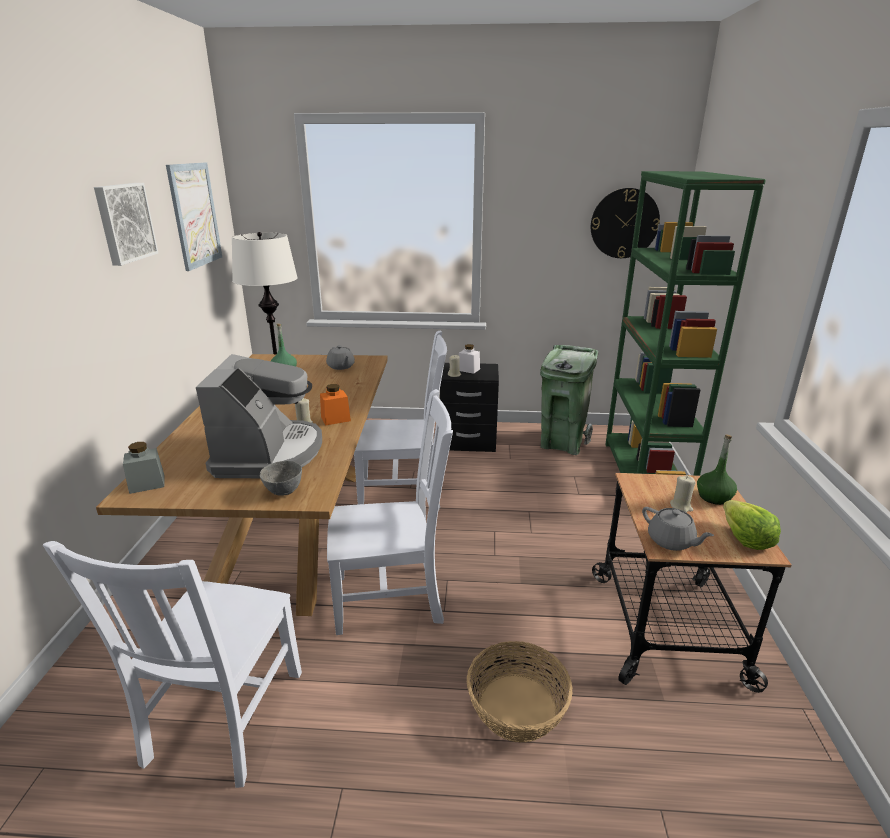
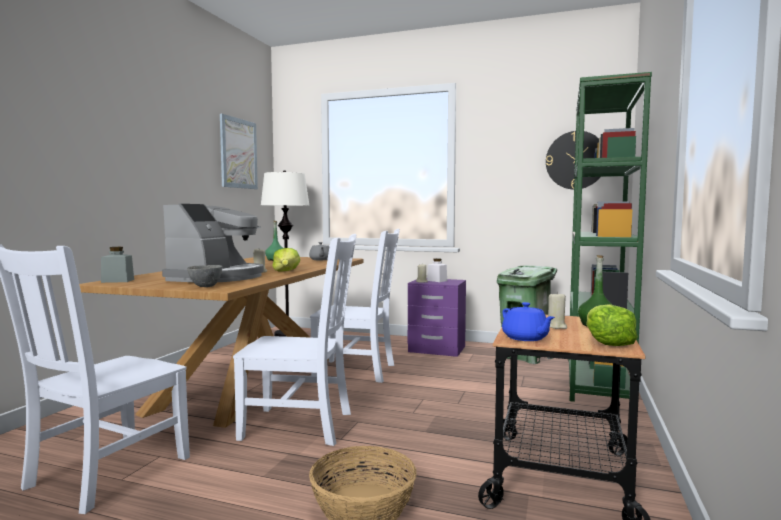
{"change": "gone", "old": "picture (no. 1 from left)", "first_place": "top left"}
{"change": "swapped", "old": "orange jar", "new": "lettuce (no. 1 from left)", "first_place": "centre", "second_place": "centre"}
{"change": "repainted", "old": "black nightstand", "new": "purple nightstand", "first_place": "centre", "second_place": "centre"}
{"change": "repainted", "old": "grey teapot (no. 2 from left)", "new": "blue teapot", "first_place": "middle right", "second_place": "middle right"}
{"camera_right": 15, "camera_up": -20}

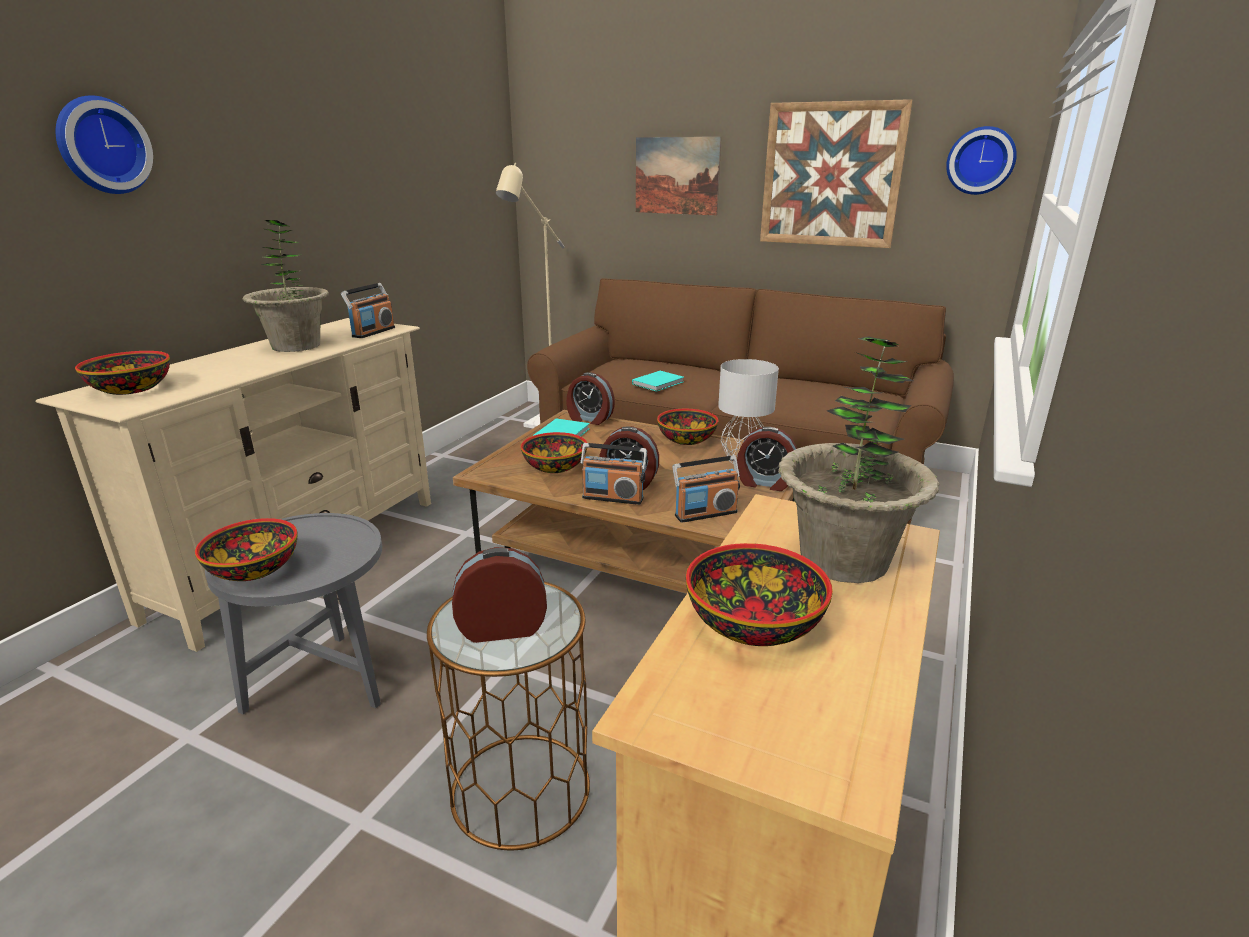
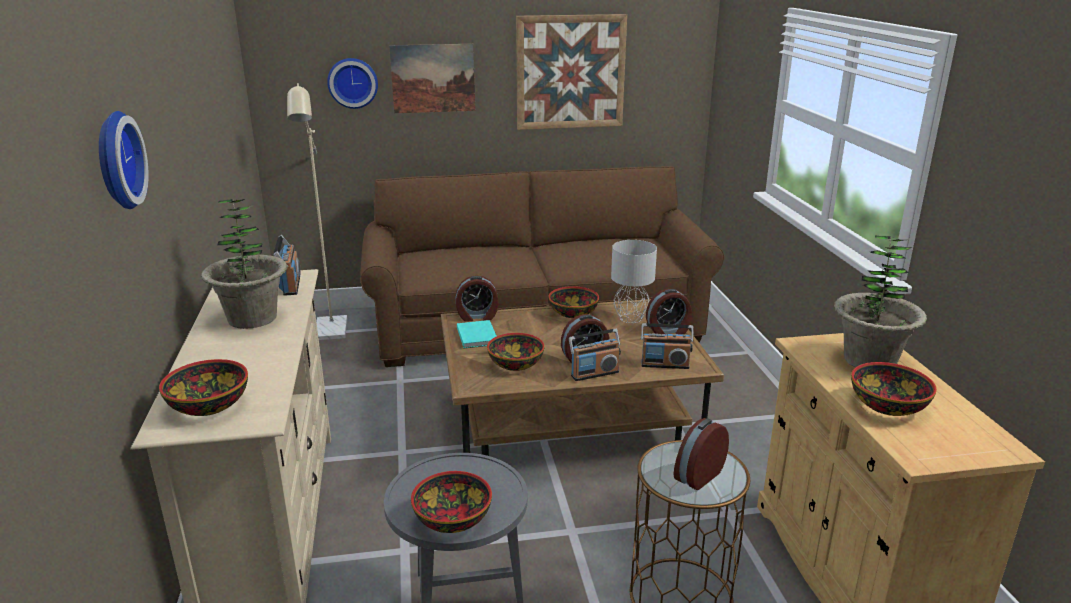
{"change": "gone", "old": "turquoise book (no. 2 from left)", "first_place": "centre"}
{"change": "shifted", "old": "wall clock (no. 2 from left)", "first_place": "top right", "second_place": "top left"}
{"change": "rotated", "old": "radio (no. 3 from left)", "first_place": "centre", "second_place": "centre", "degrees": 60}
{"camera_right": -35, "camera_up": 0}

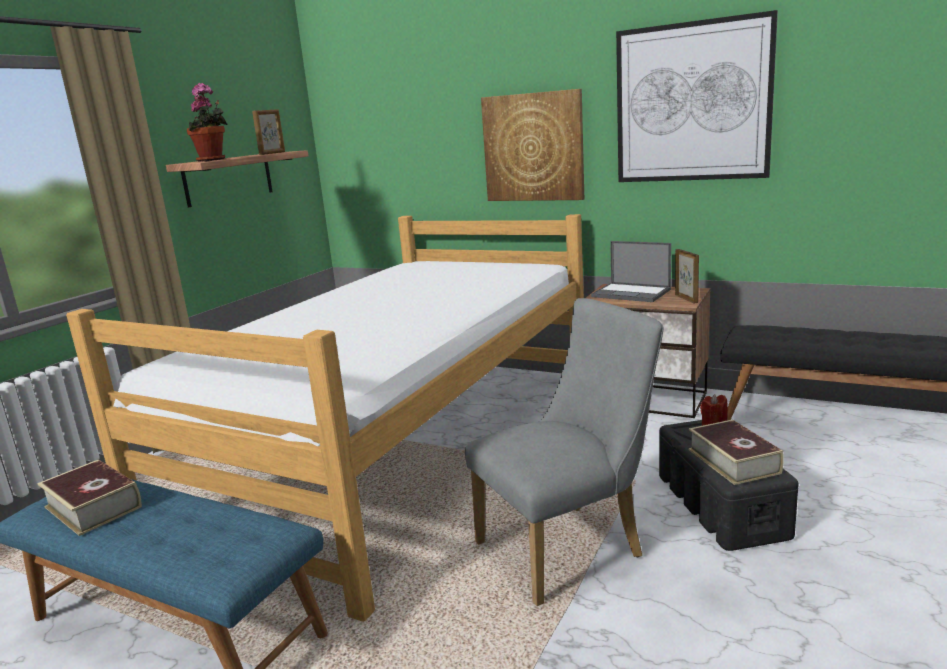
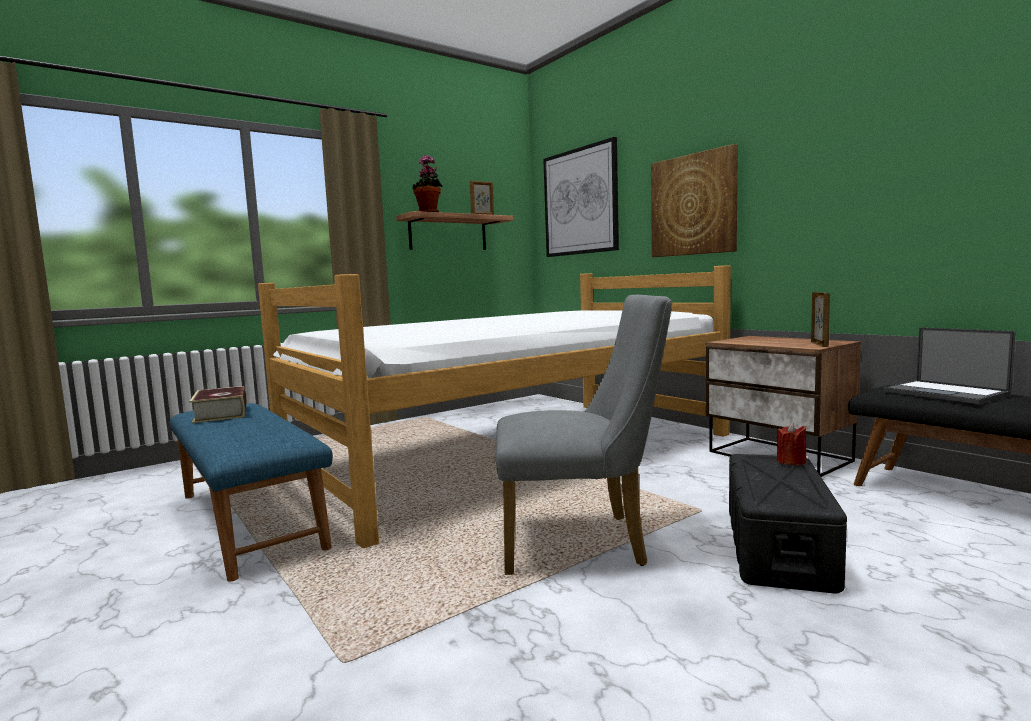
{"change": "gone", "old": "book (no. 2 from left)", "first_place": "bottom right"}
{"change": "shifted", "old": "laptop", "first_place": "centre", "second_place": "middle right"}
{"change": "shifted", "old": "picture (no. 2 from left in the first image)", "new": "picture (no. 1 from left)", "first_place": "top right", "second_place": "top centre"}
{"camera_right": 25, "camera_up": -10}

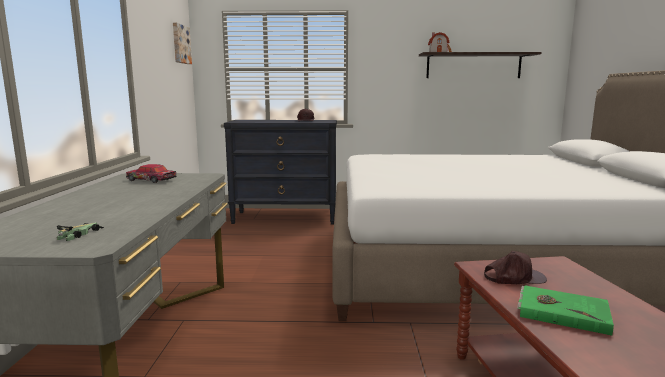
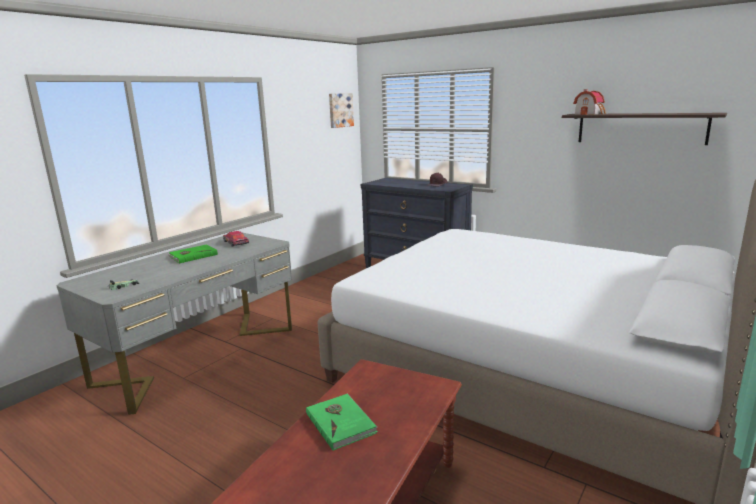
{"change": "gone", "old": "brown cap (no. 2 from left)", "first_place": "bottom right"}
{"change": "new", "new": "green book (no. 1 from left)", "second_place": "middle left"}
{"camera_right": 35, "camera_up": 5}

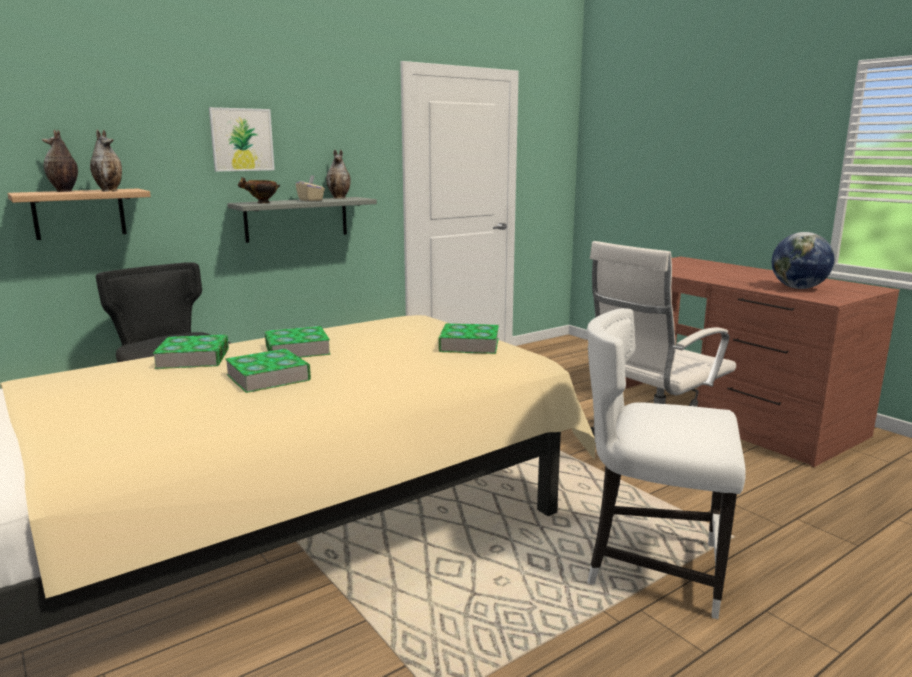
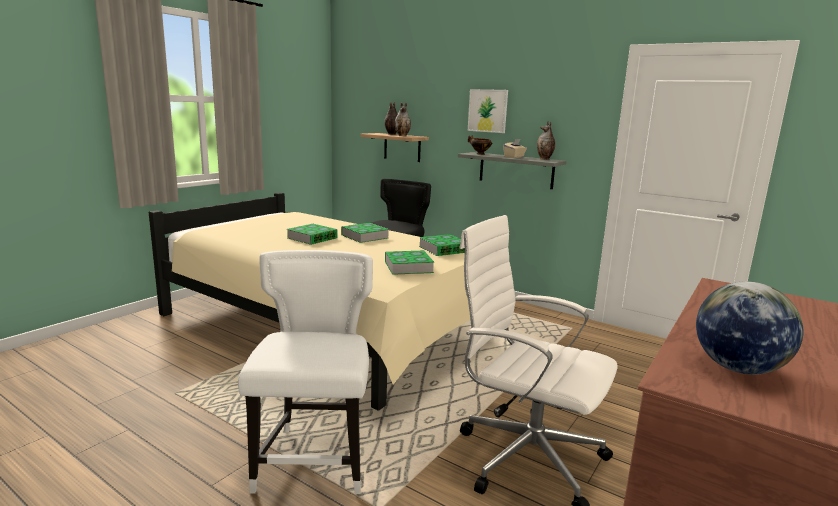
{"change": "shifted", "old": "book (no. 1 from left in the first image)", "new": "book (no. 4 from left)", "first_place": "middle left", "second_place": "centre"}
{"camera_right": 70, "camera_up": 0}

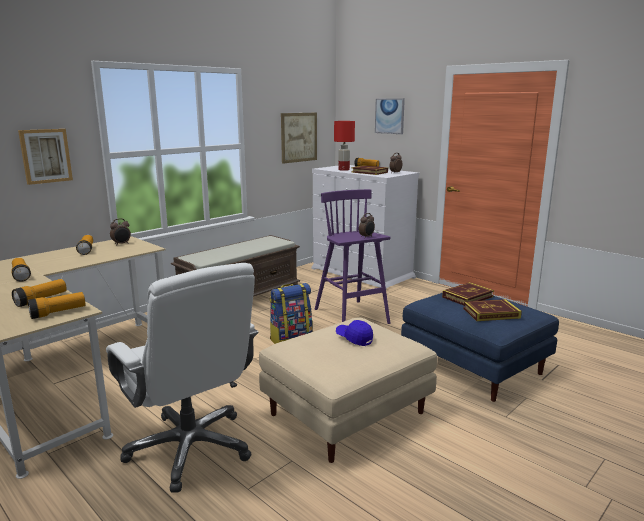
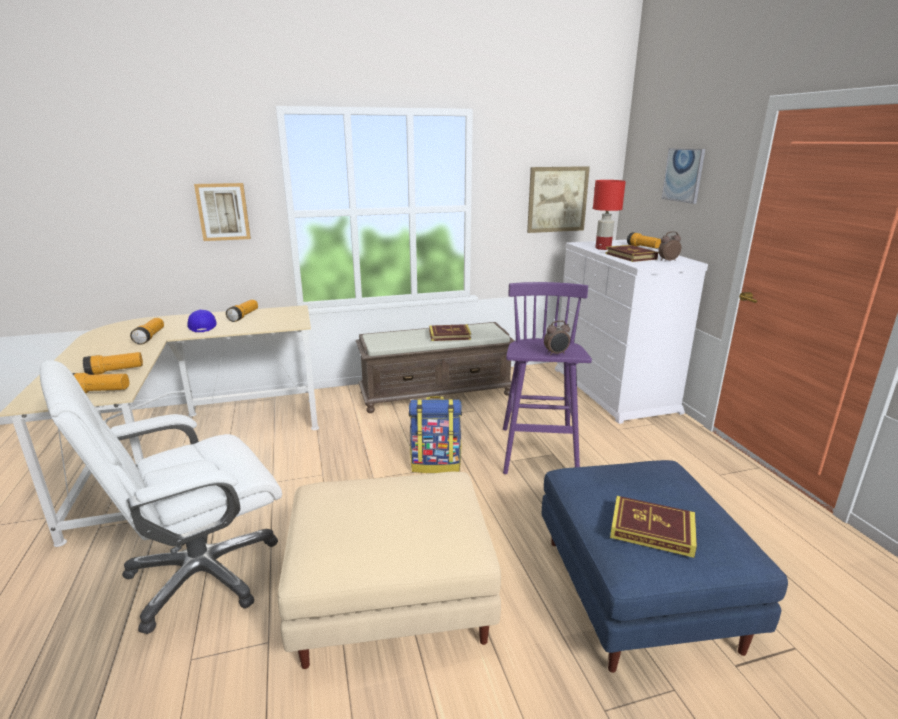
{"change": "gone", "old": "alarm clock (no. 1 from left)", "first_place": "middle left"}
{"change": "shifted", "old": "blue cap", "first_place": "centre", "second_place": "middle left"}
{"change": "shifted", "old": "book (no. 2 from left in the first image)", "new": "book (no. 1 from left)", "first_place": "middle right", "second_place": "centre"}
{"change": "rotated", "old": "white office chair", "first_place": "bottom left", "second_place": "bottom left", "degrees": 60}
{"camera_right": 30, "camera_up": 5}

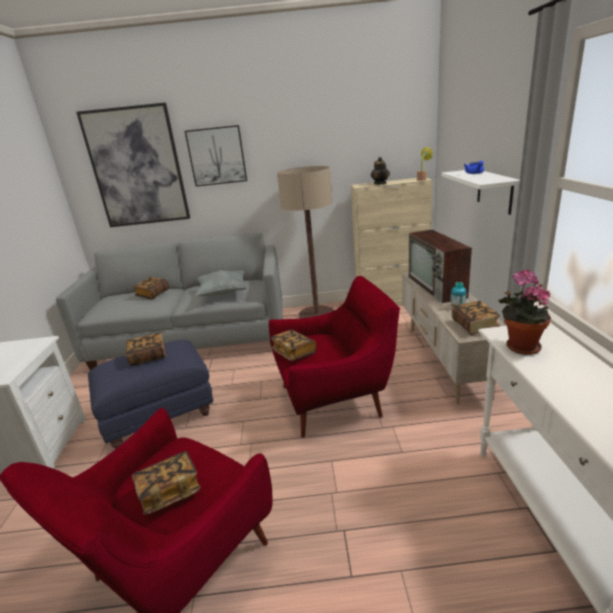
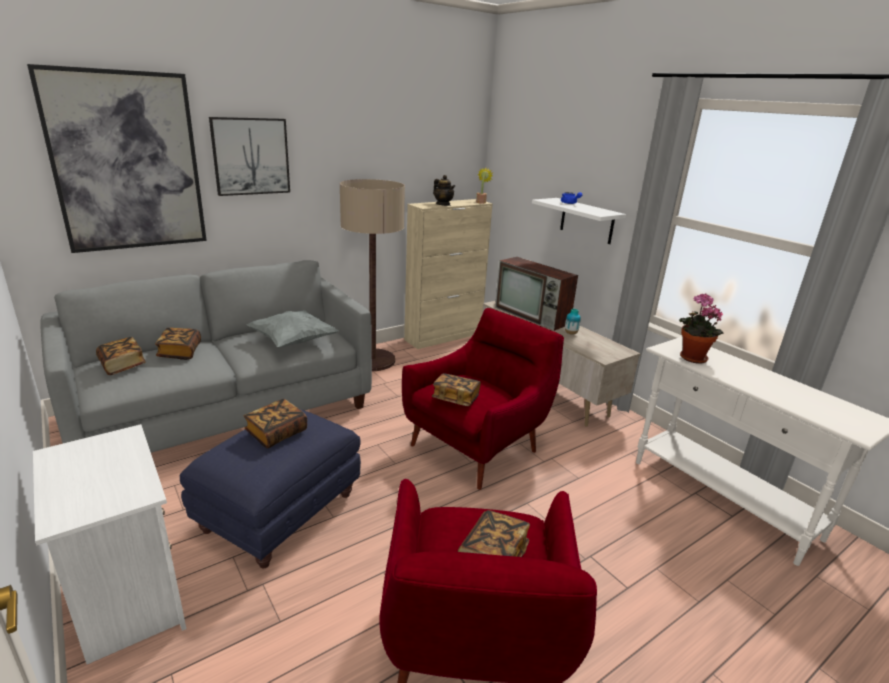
{"change": "shifted", "old": "book (no. 5 from left in the first image)", "new": "book (no. 1 from left)", "first_place": "middle right", "second_place": "middle left"}
{"camera_right": -35, "camera_up": 0}

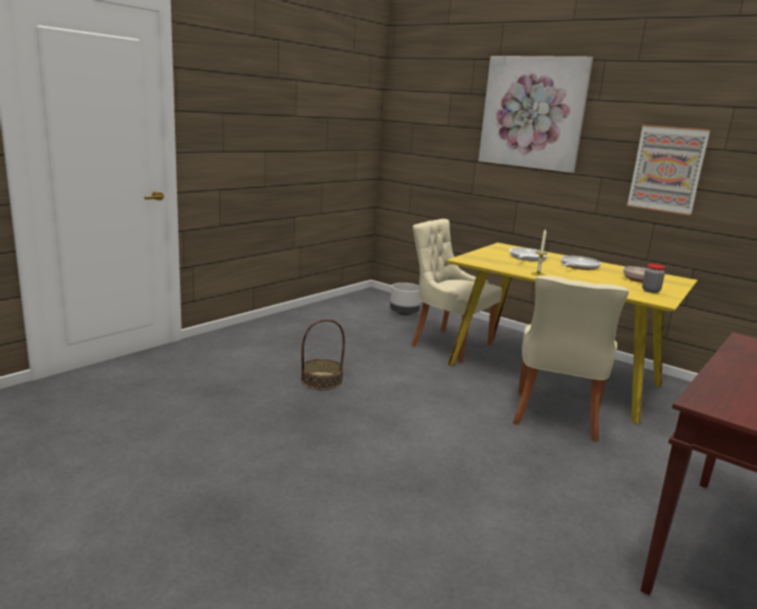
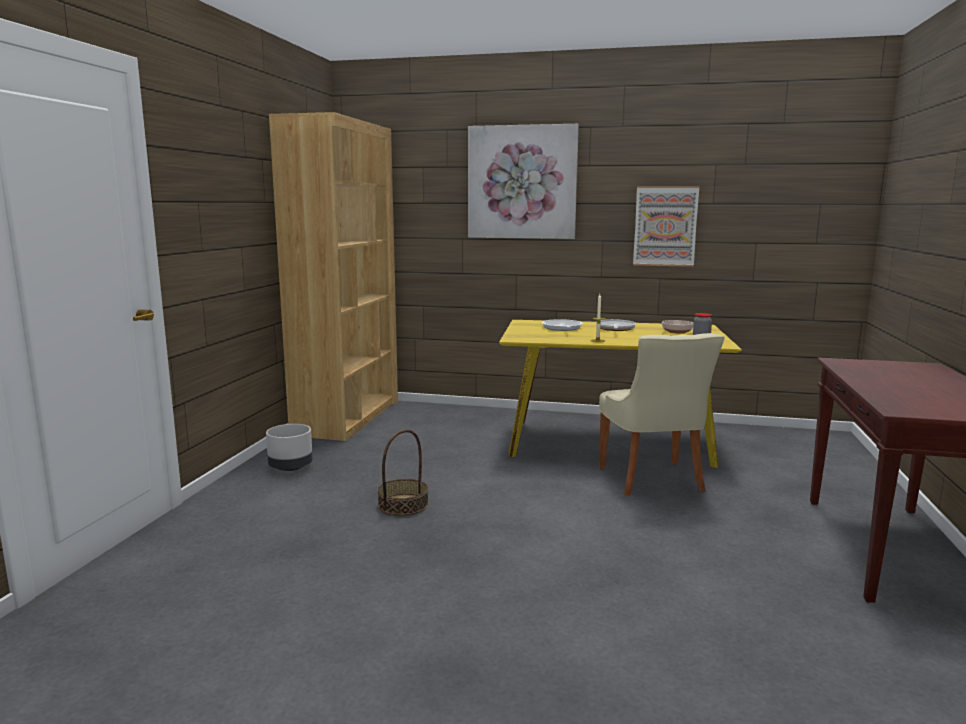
{"change": "gone", "old": "beige chair (no. 1 from left)", "first_place": "centre"}
{"change": "new", "new": "brown bookcase", "second_place": "centre"}
{"change": "shifted", "old": "grey planter", "first_place": "centre", "second_place": "middle left"}
{"camera_right": -25, "camera_up": -5}

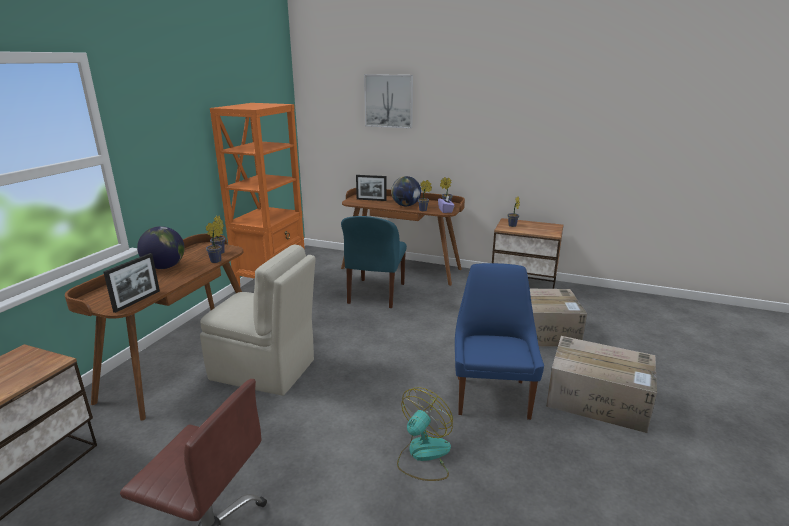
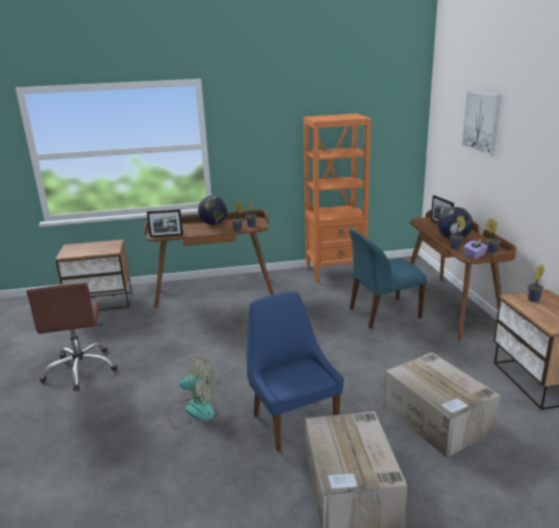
{"change": "gone", "old": "beige chair", "first_place": "middle left"}
{"change": "rotated", "old": "blue chair (no. 2 from left in the first image)", "first_place": "centre", "second_place": "bottom centre", "degrees": -90}
{"camera_right": 60, "camera_up": 0}

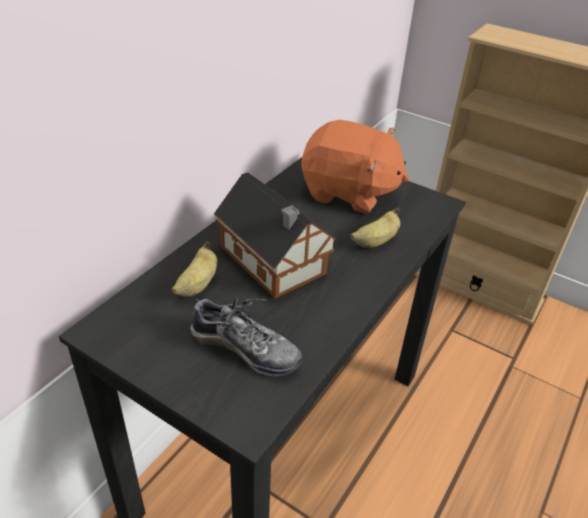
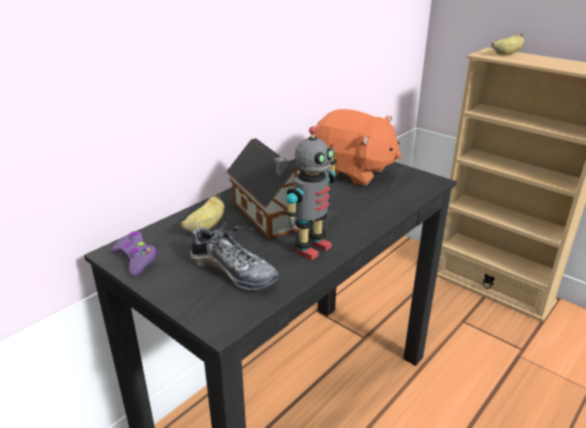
{"change": "new", "new": "purple game controller", "second_place": "middle left"}
{"change": "new", "new": "toy robot", "second_place": "centre"}
{"change": "shifted", "old": "banana (no. 2 from left)", "first_place": "centre", "second_place": "top right"}
{"camera_right": 10, "camera_up": -10}

